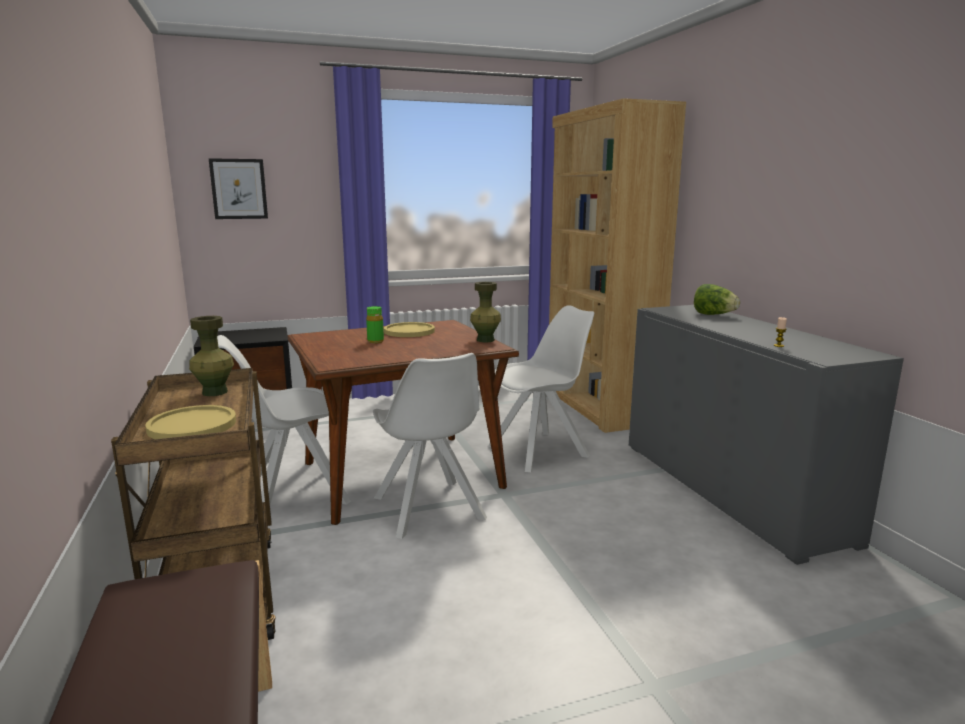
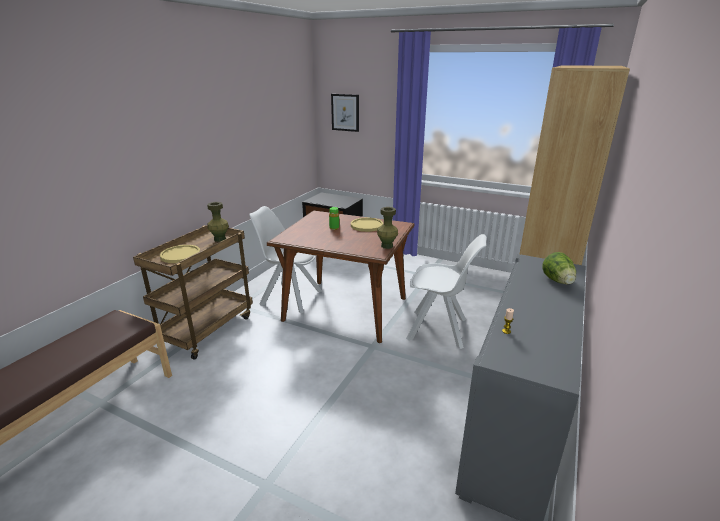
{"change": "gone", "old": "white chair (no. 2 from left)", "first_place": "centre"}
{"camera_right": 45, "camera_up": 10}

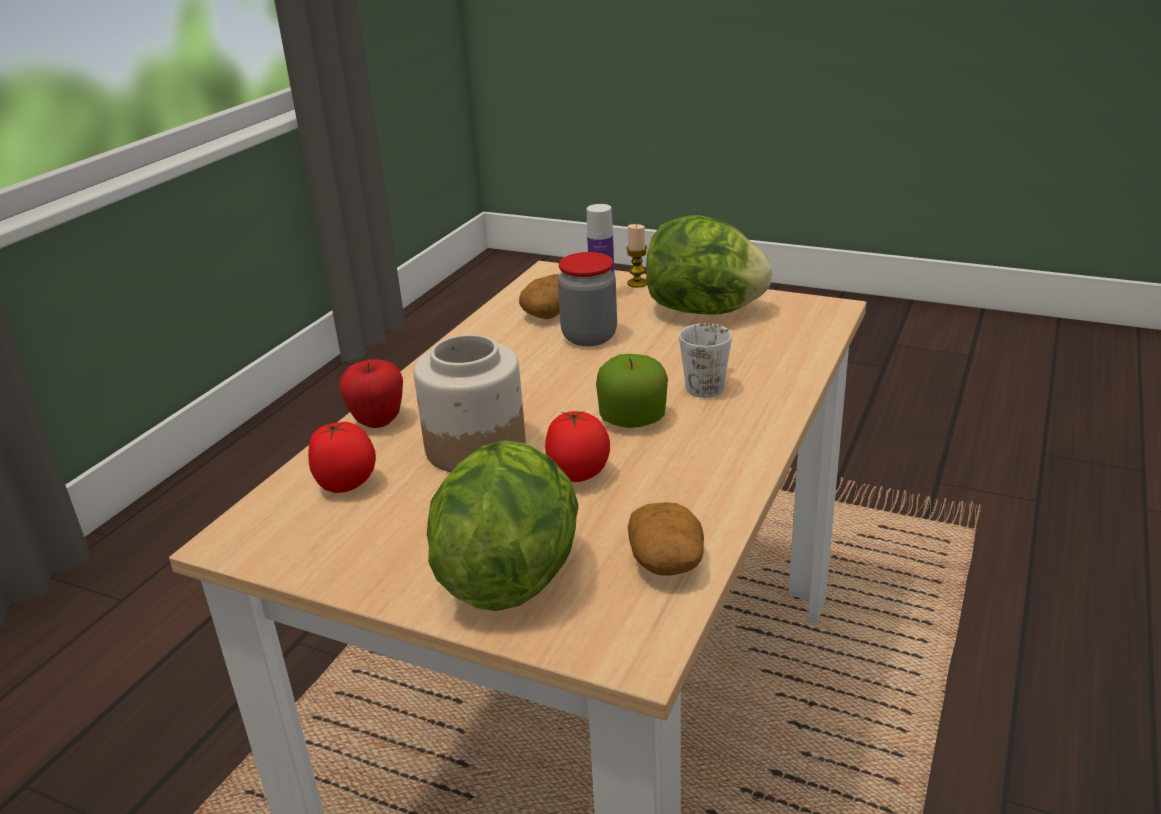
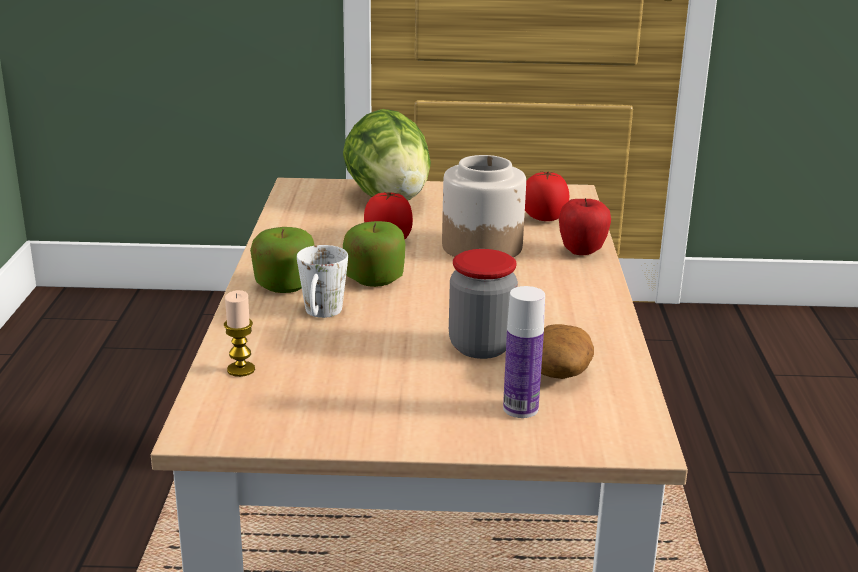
{"change": "gone", "old": "potato (no. 2 from left)", "first_place": "centre"}
{"change": "gone", "old": "lettuce (no. 2 from left)", "first_place": "top centre"}
{"change": "new", "new": "apple (no. 1 from left)", "second_place": "middle left"}
{"change": "shifted", "old": "candle", "first_place": "top centre", "second_place": "middle left"}
{"camera_right": 155, "camera_up": -5}

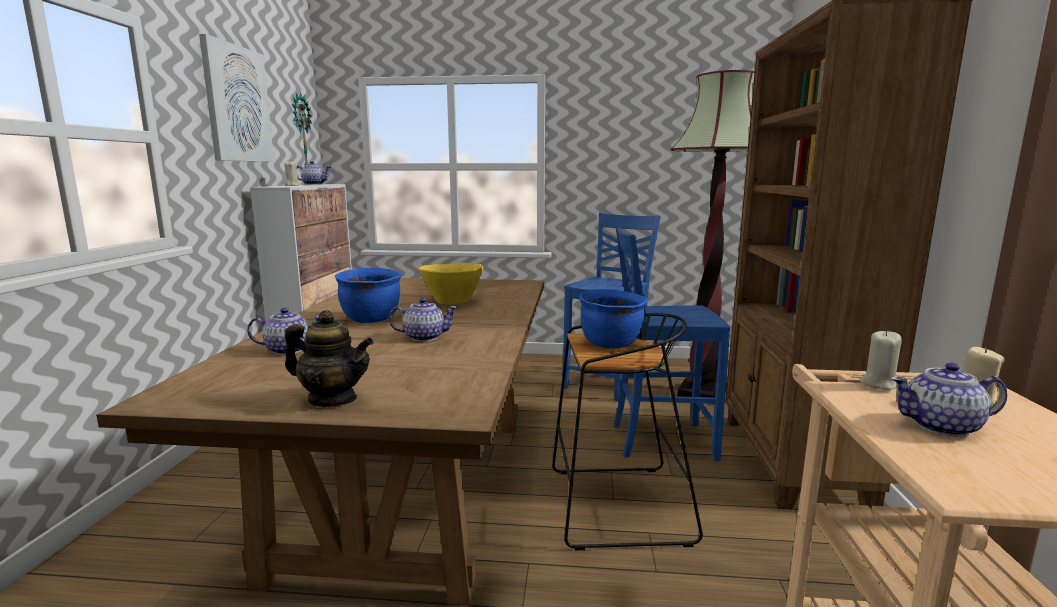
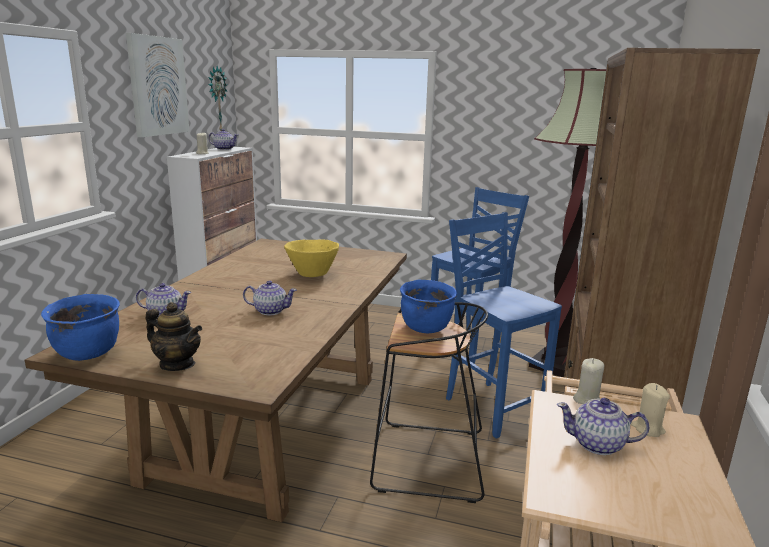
{"change": "shifted", "old": "blue cooking pot (no. 1 from left)", "first_place": "centre", "second_place": "middle left"}
{"change": "rotated", "old": "blue chair (no. 2 from left)", "first_place": "centre", "second_place": "centre", "degrees": 45}
{"camera_right": 10, "camera_up": 5}

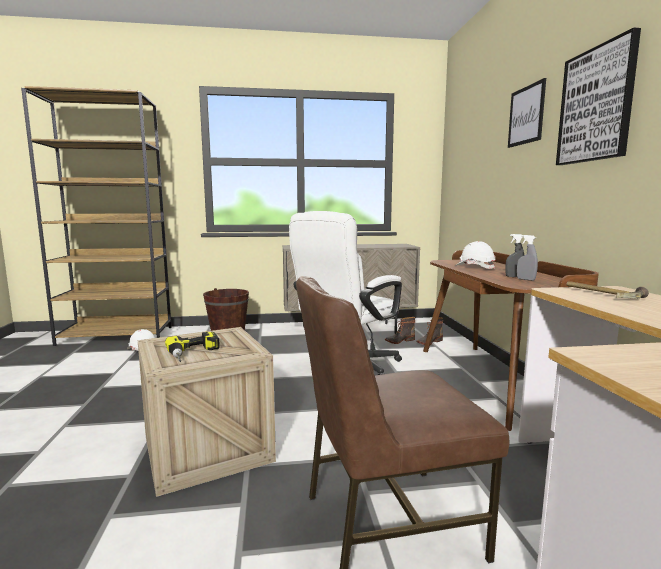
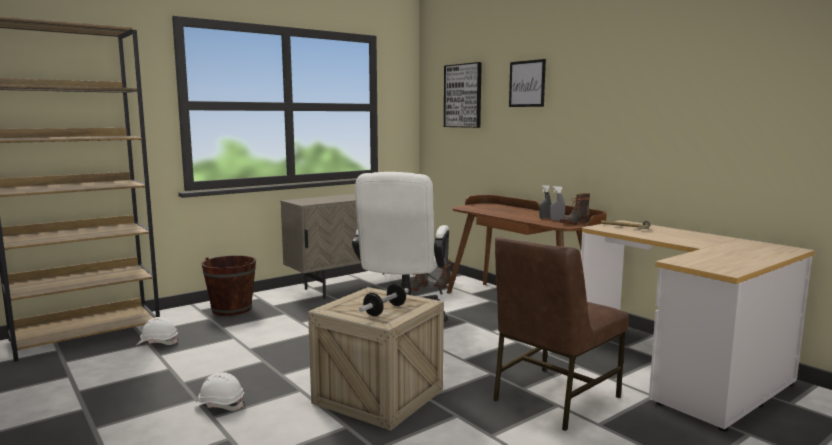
{"change": "new", "new": "boot (no. 3 from left)", "second_place": "middle right"}
{"change": "shifted", "old": "white hard hat (no. 2 from left)", "first_place": "middle right", "second_place": "bottom left"}
{"change": "shifted", "old": "picture (no. 2 from left in the first image)", "new": "picture (no. 1 from left)", "first_place": "top right", "second_place": "top centre"}
{"change": "swapped", "old": "power drill", "new": "dumbbell", "first_place": "middle left", "second_place": "bottom centre"}
{"camera_right": -30, "camera_up": 0}

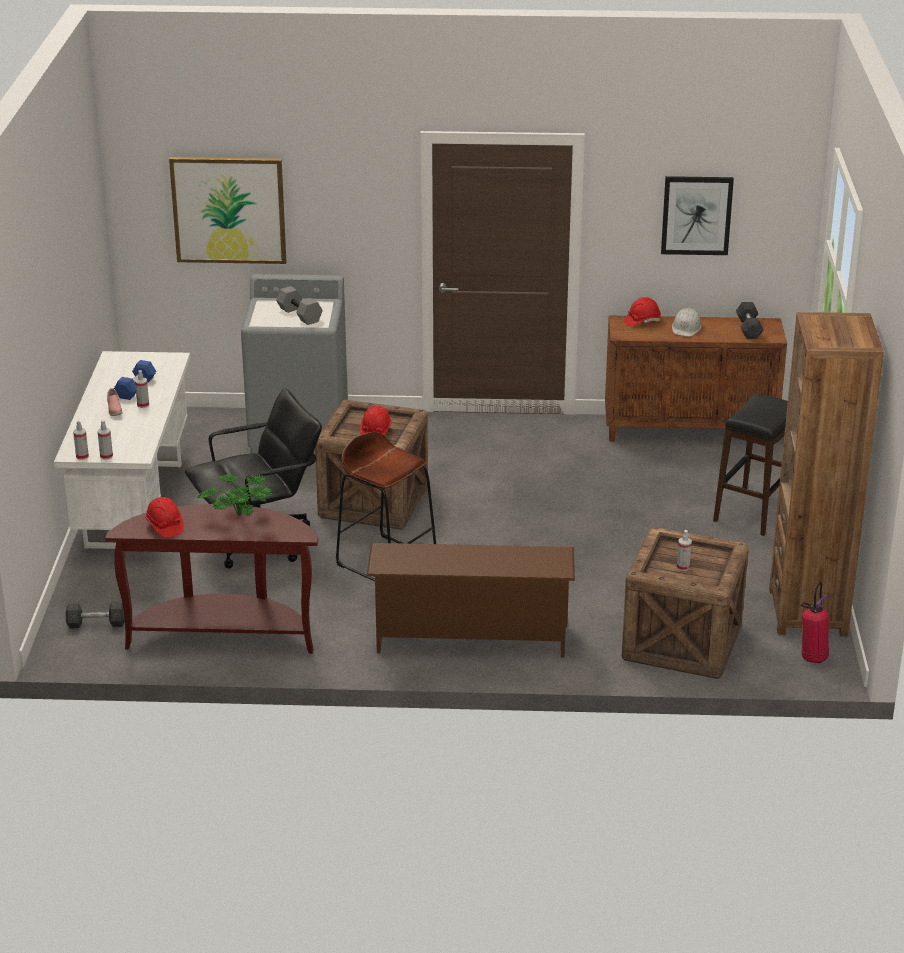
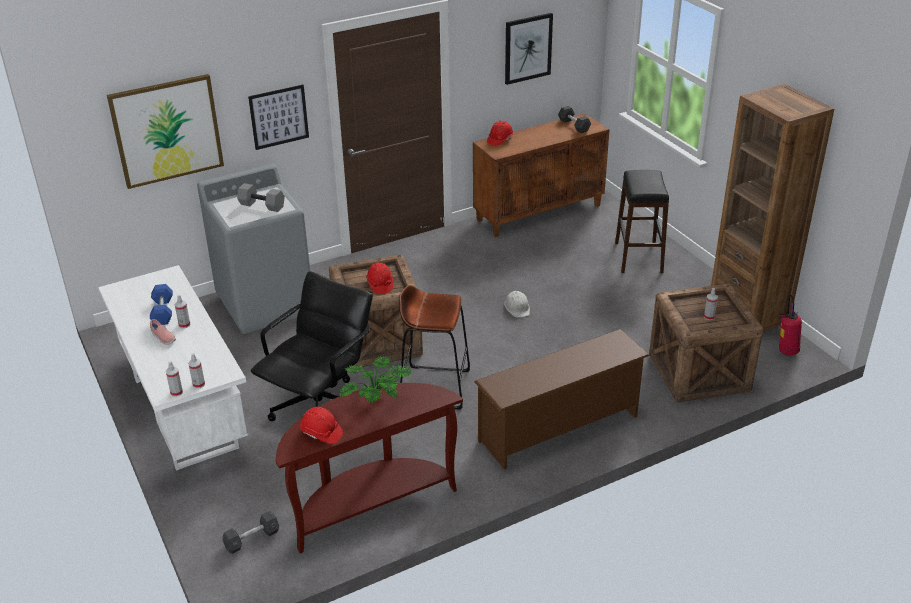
{"change": "new", "new": "picture (no. 2 from left)", "second_place": "top left"}
{"change": "shifted", "old": "white hard hat", "first_place": "middle right", "second_place": "centre"}
{"camera_right": -30, "camera_up": 5}

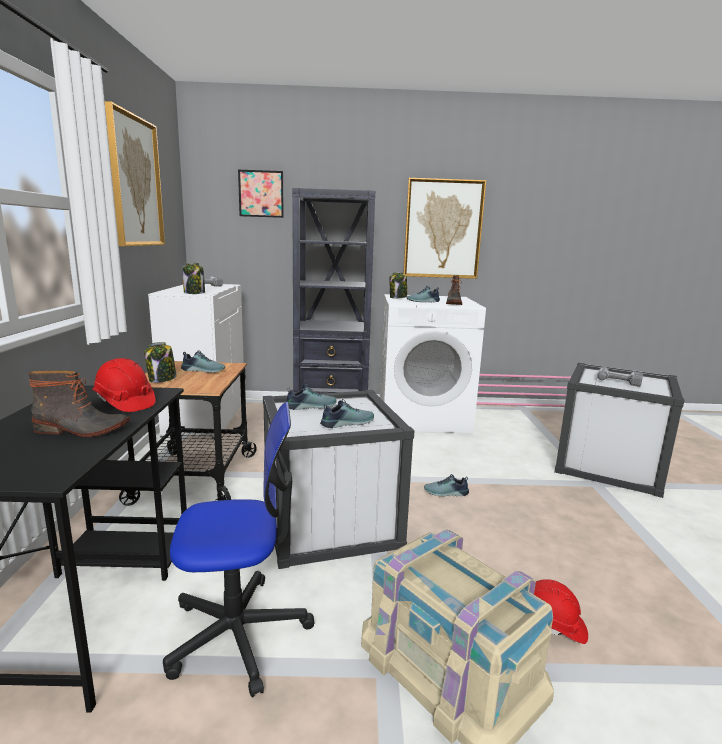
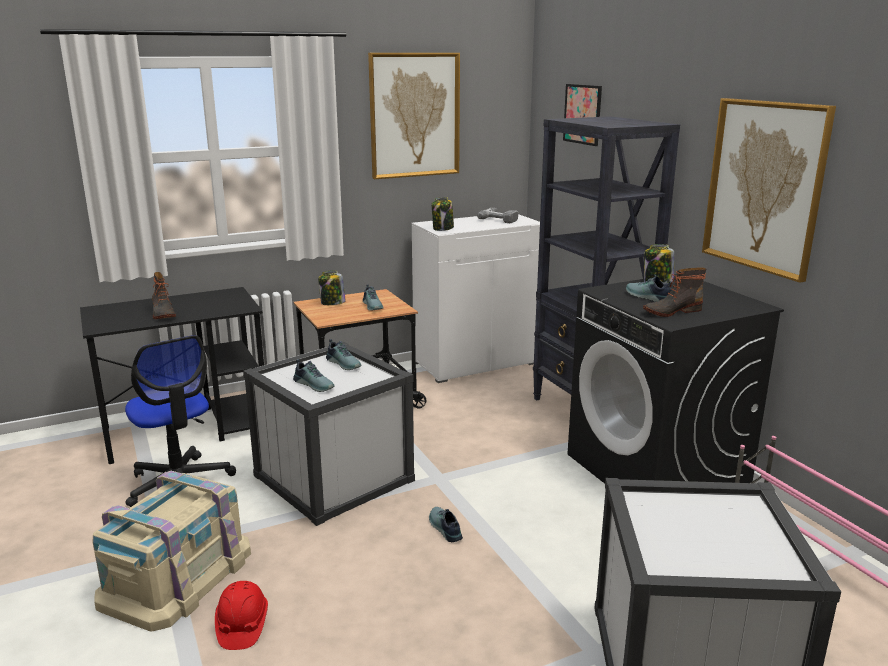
{"change": "gone", "old": "red hard hat (no. 1 from left)", "first_place": "middle left"}
{"change": "gone", "old": "power drill (no. 2 from left)", "first_place": "middle right"}
{"change": "repainted", "old": "white washing machine", "new": "black washing machine", "first_place": "centre", "second_place": "middle right"}
{"camera_right": 65, "camera_up": 5}

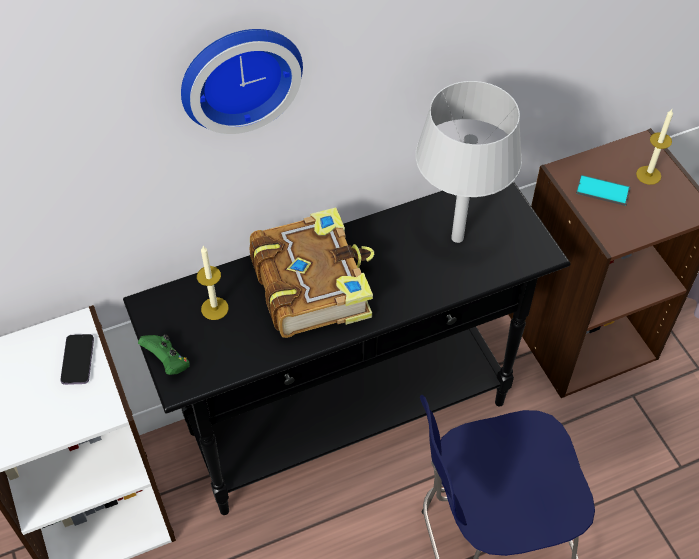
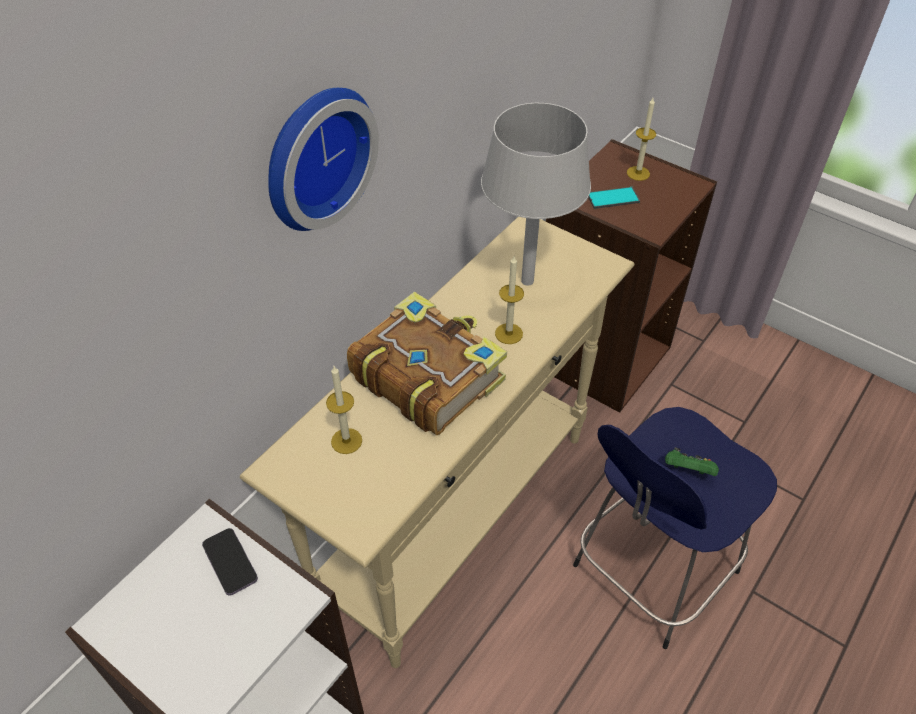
{"change": "new", "new": "candle (no. 2 from left)", "second_place": "centre"}
{"change": "shifted", "old": "green game controller", "first_place": "middle left", "second_place": "middle right"}
{"change": "repainted", "old": "black console table", "new": "beige console table", "first_place": "centre", "second_place": "centre"}
{"camera_right": -30, "camera_up": -5}

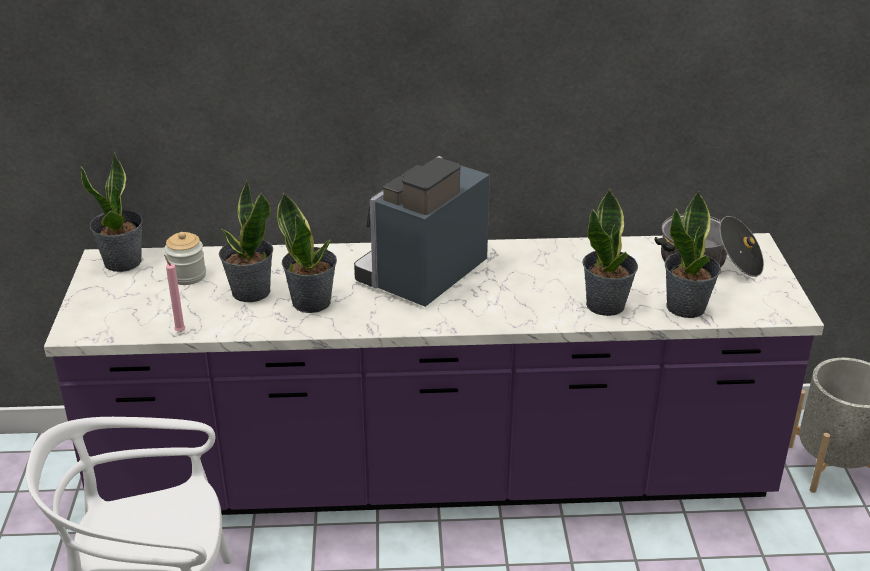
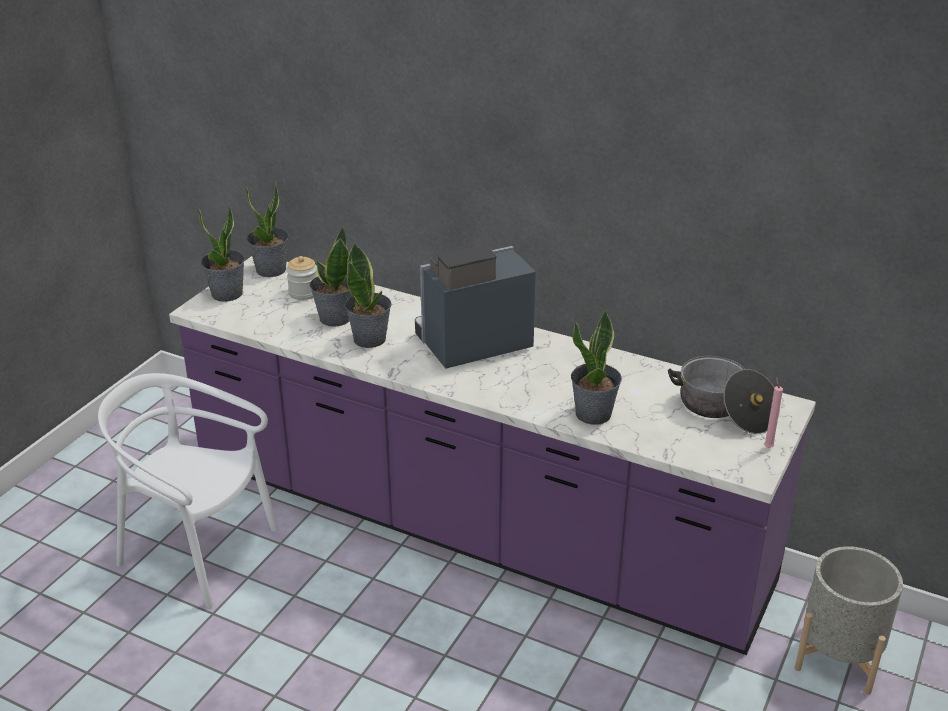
{"change": "shifted", "old": "pink candle", "first_place": "middle left", "second_place": "middle right"}
{"change": "shifted", "old": "potted plant (no. 5 from left in the first image)", "new": "potted plant (no. 1 from left)", "first_place": "middle right", "second_place": "middle left"}
{"camera_right": 30, "camera_up": 0}

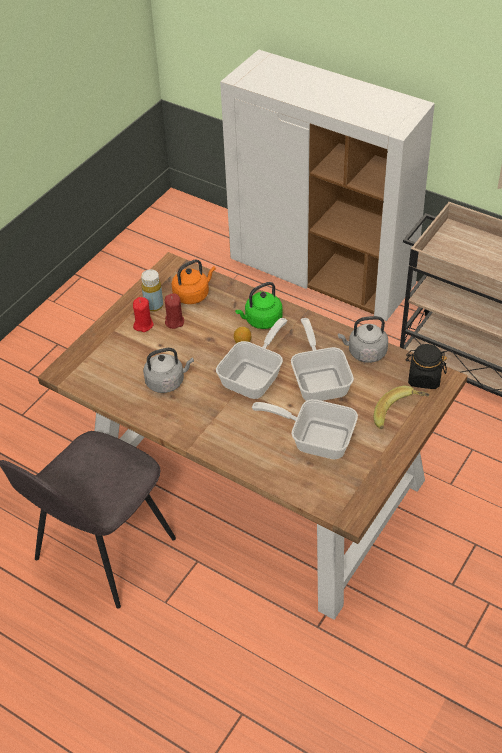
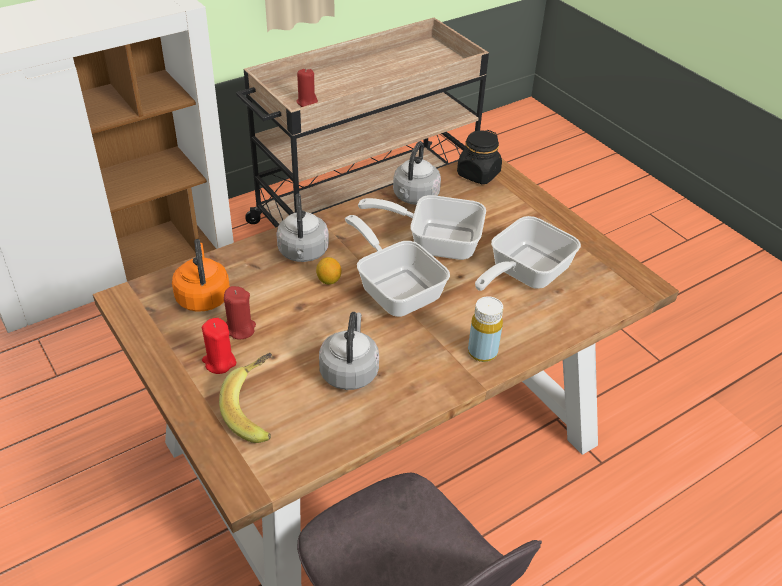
{"change": "new", "new": "red candle (no. 3 from left)", "second_place": "top centre"}
{"change": "shifted", "old": "yellow bottle", "first_place": "middle left", "second_place": "centre"}
{"change": "shifted", "old": "banana", "first_place": "middle right", "second_place": "bottom left"}
{"change": "repainted", "old": "green kettle", "new": "grey kettle (no. 1 from left)", "first_place": "centre", "second_place": "centre"}
{"camera_right": -70, "camera_up": -5}

